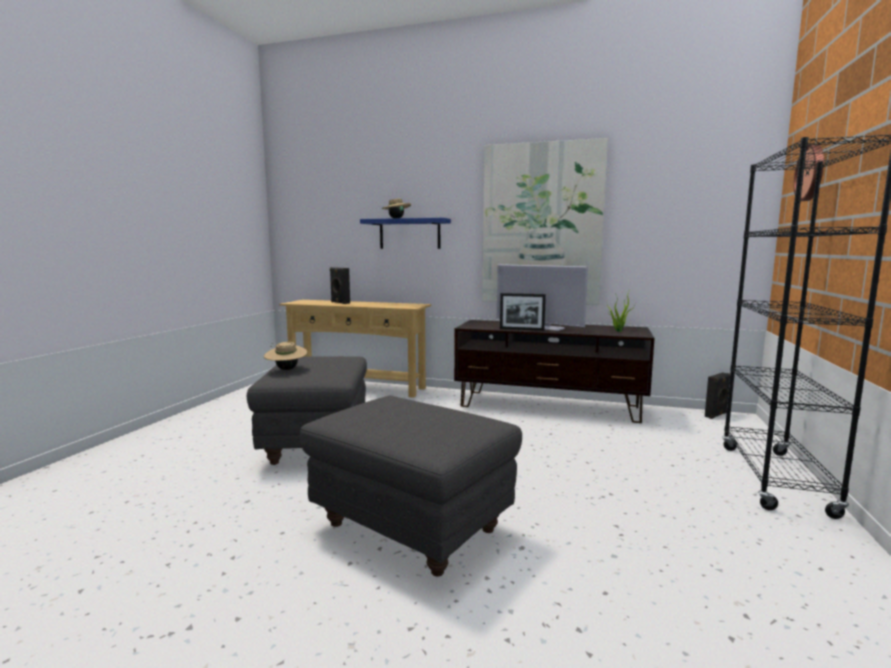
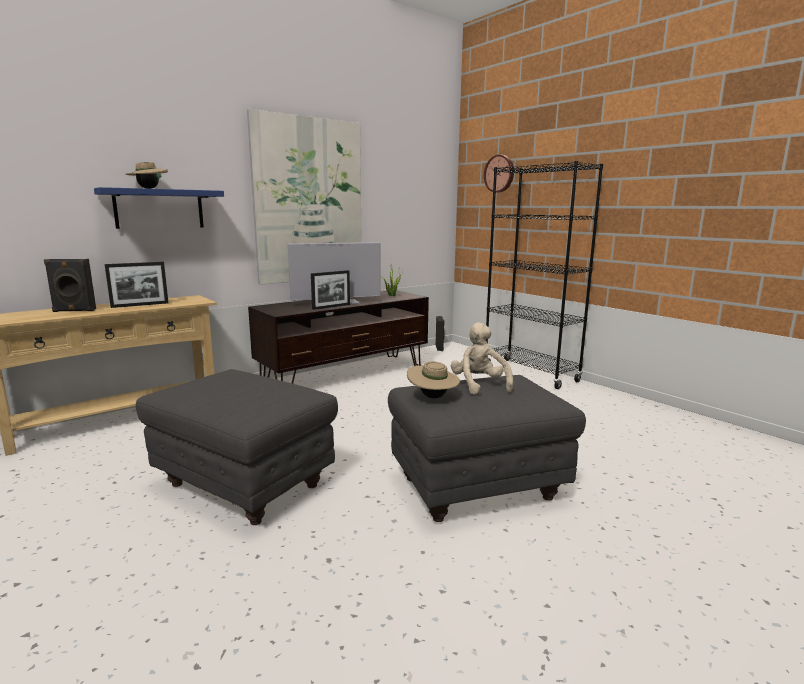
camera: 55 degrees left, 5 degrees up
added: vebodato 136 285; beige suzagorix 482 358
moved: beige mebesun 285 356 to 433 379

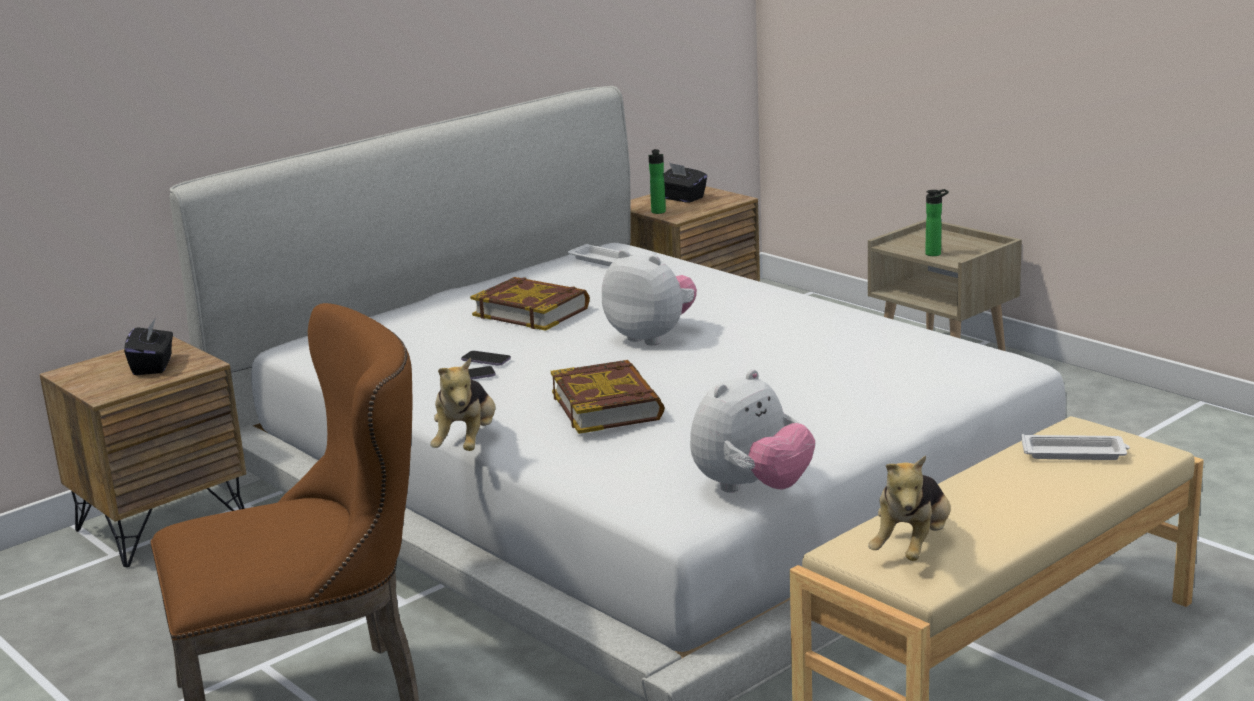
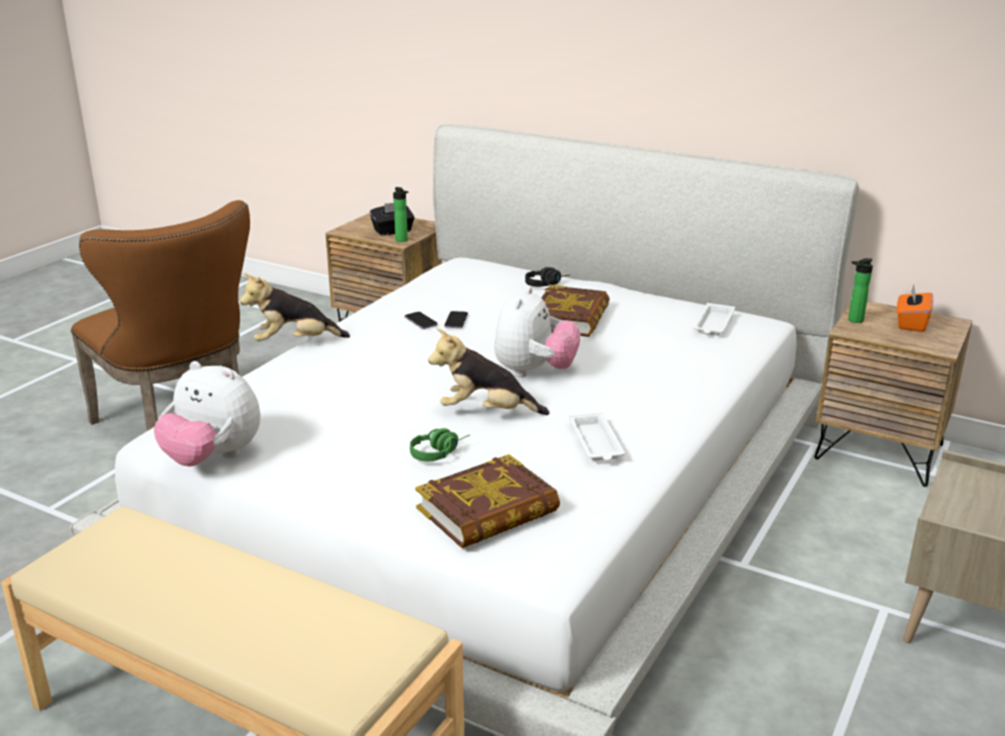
camera: 70 degrees right, 5 degrees up
added: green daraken 440 444; black daraken 546 277
moved: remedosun 608 397 to 487 501; suzagorix 909 508 to 488 372; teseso 937 222 to 400 214; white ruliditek 1075 447 to 597 436
recoloured: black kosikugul 685 183 to orange kosikugul 915 308

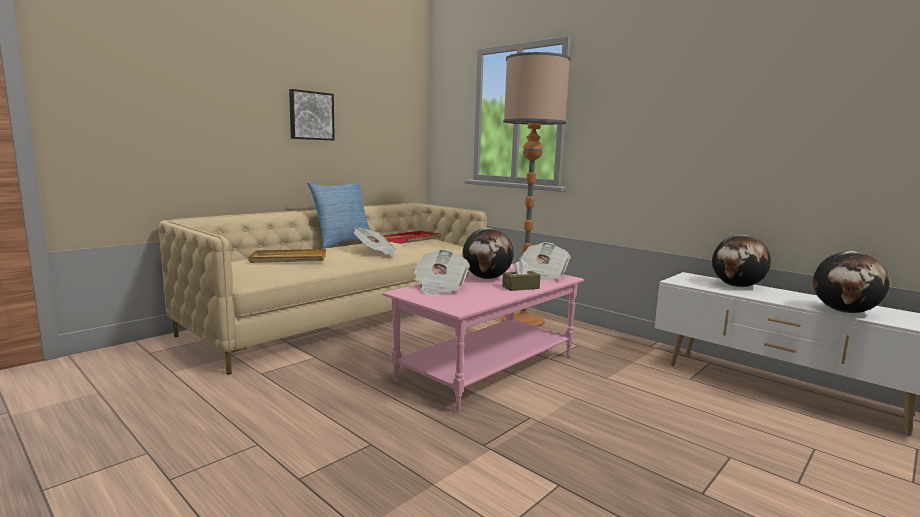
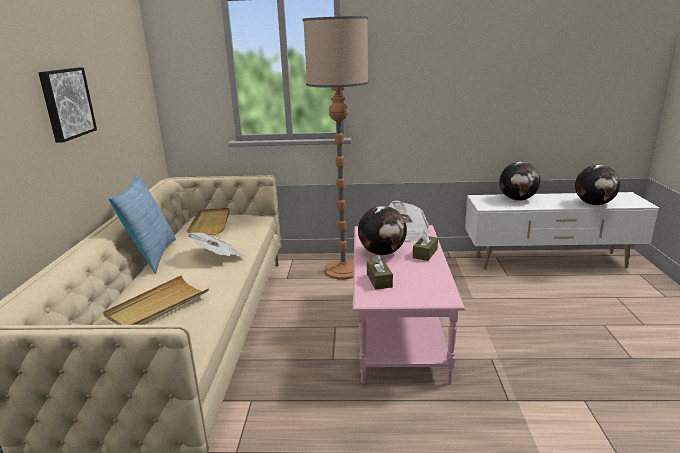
camera: 40 degrees left, 10 degrees up
replaced: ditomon 441 272 to brown kosikugul 380 272
recoloured: red ruliditek 412 237 to beige ruliditek 208 221

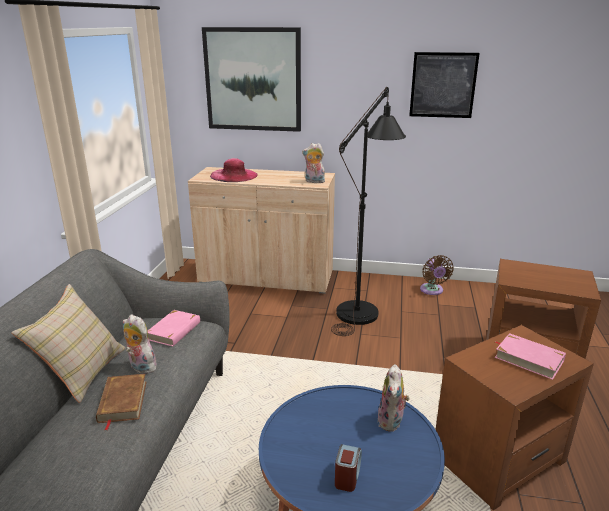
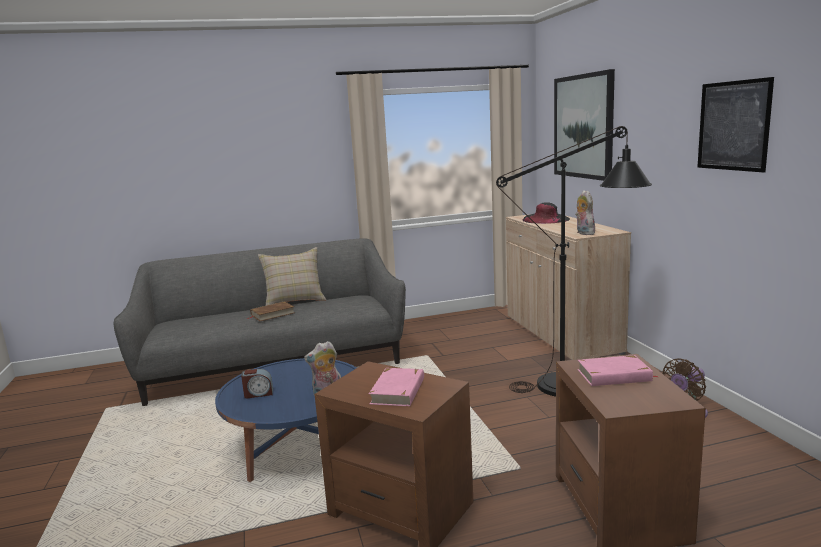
camera: 65 degrees right, 10 degrees down
removed: suzagorix 139 344
moved: pink remedosun 174 328 to 618 370
recoloured: pink mebesun 234 170 to black mebesun 546 213

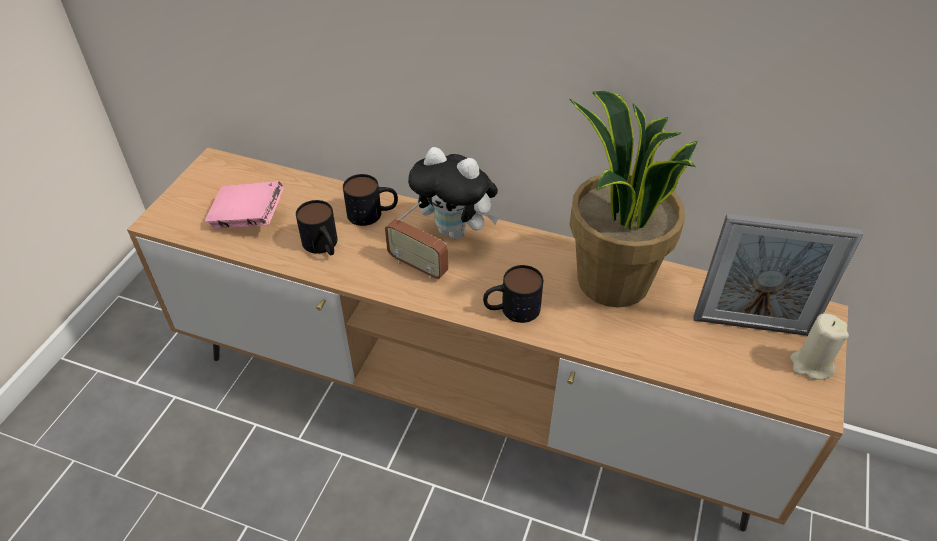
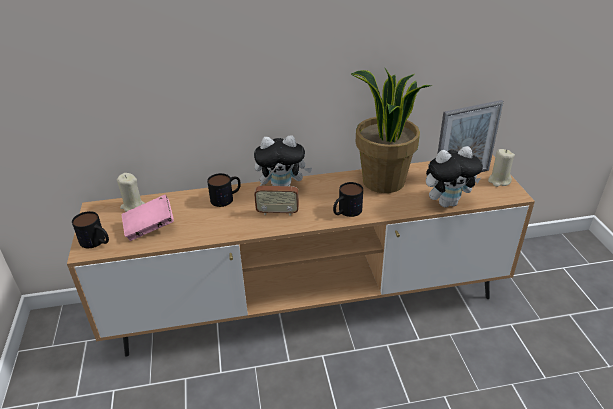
camera: 30 degrees left, 10 degrees down
added: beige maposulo 131 192; suzagorix 454 176
moved: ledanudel 317 227 to 90 229

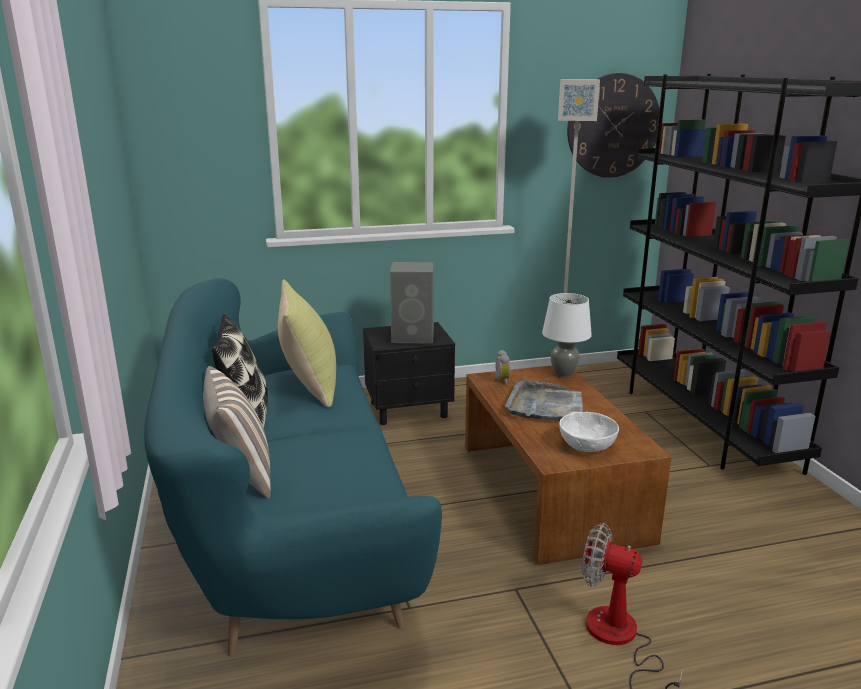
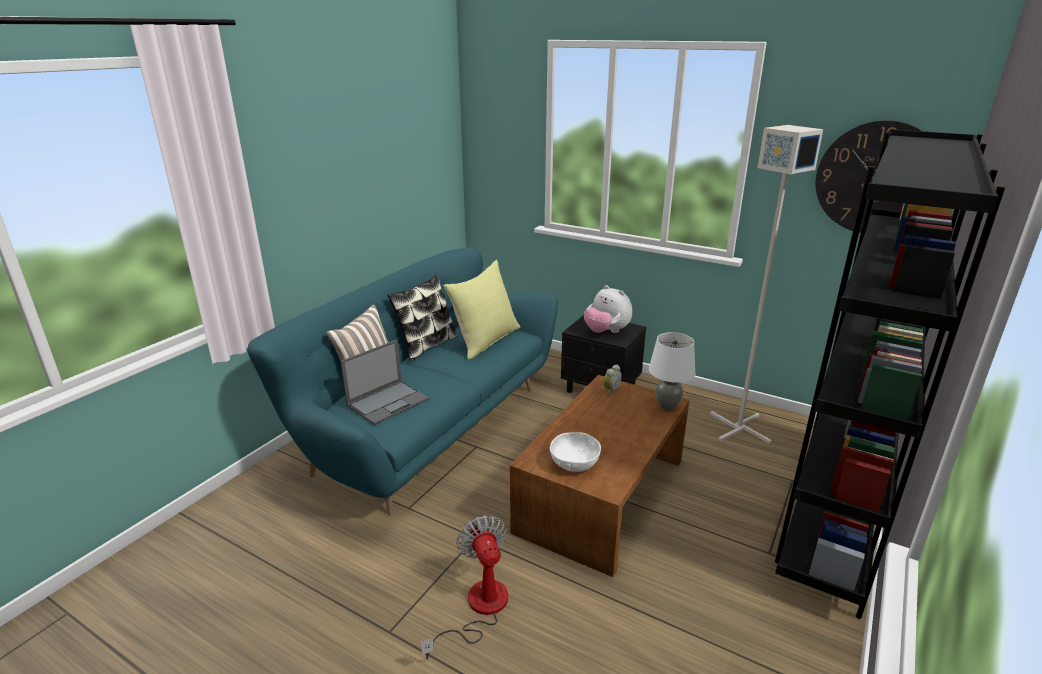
camera: 45 degrees right, 5 degrees up
removed: grey ruliditek 544 400
added: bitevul 385 382
replaced: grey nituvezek 412 303 to suzagorix 608 309

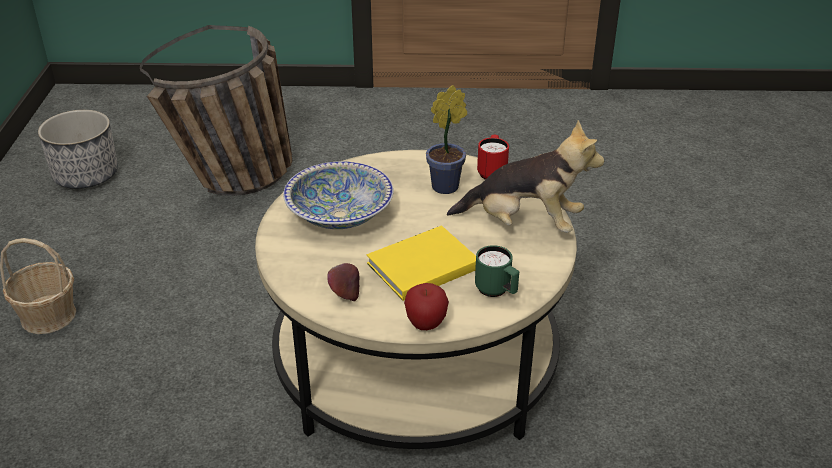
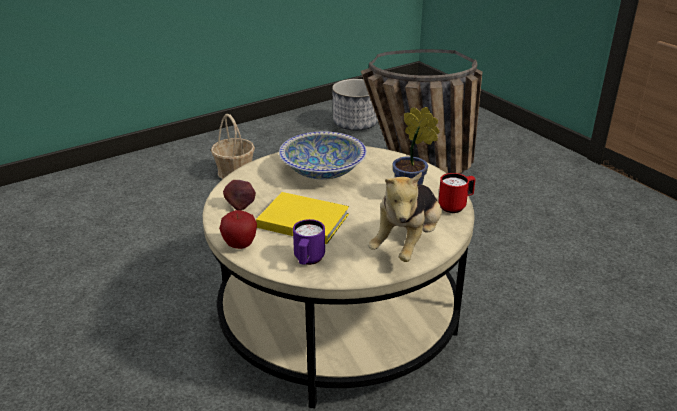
camera: 55 degrees right, 5 degrees down
recoloured: green ledanudel 497 271 to purple ledanudel 309 242
turned: suzagorix 525 176 = 405 217 45 degrees clockwise

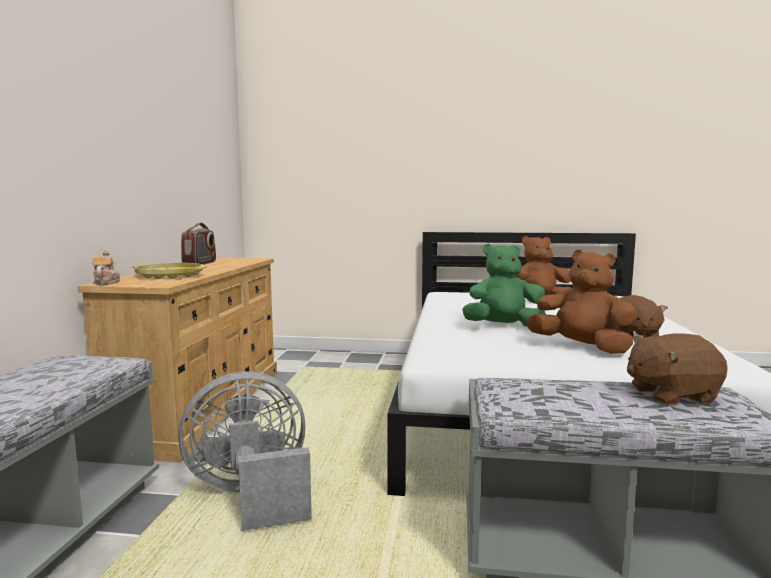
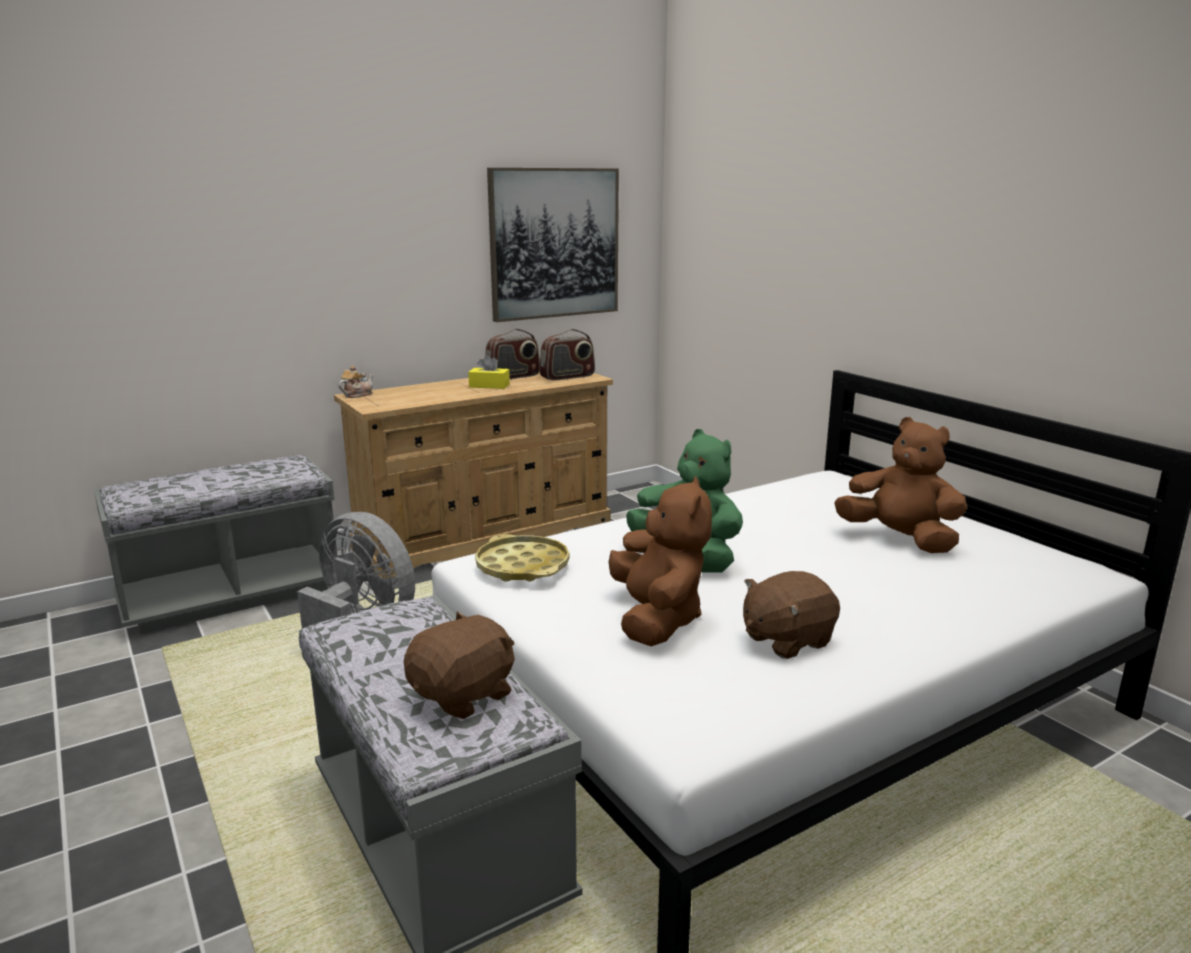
camera: 50 degrees right, 10 degrees up
added: yellow kosikugul 489 372; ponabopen 553 245; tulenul 567 355
moved: yellow ruliditek 169 271 to 522 558
turned: brown suzagorix 677 369 = 459 665 90 degrees clockwise

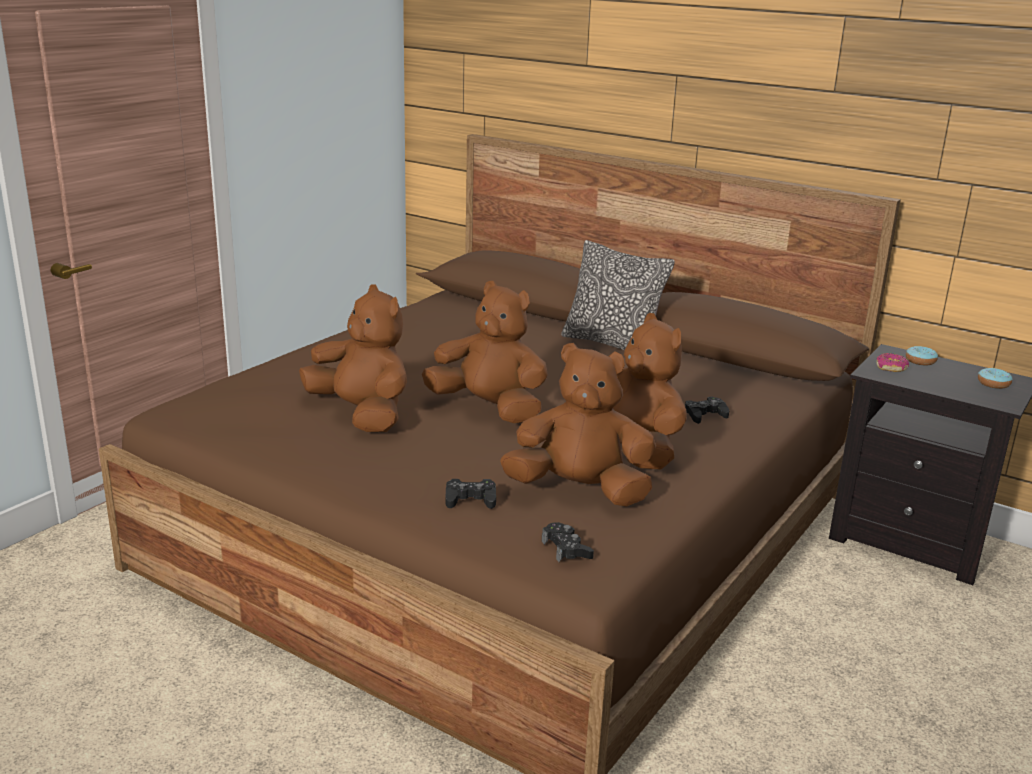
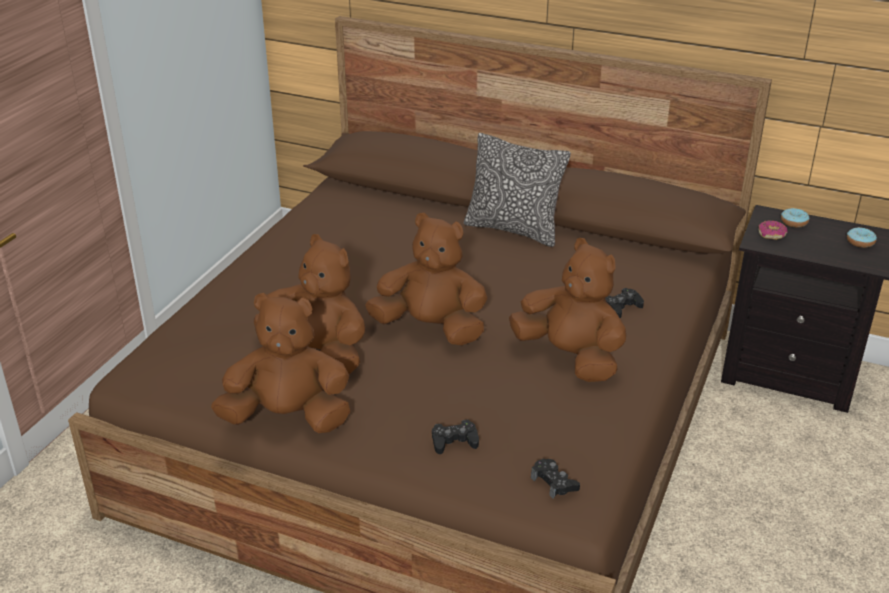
camera: 10 degrees left, 10 degrees up
moved: brown suzagorix 578 424 to 280 363

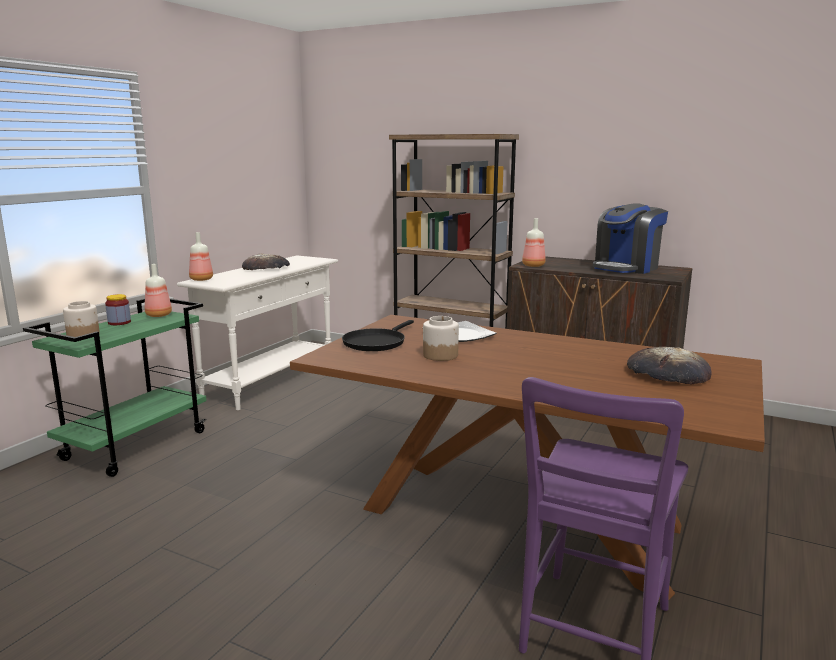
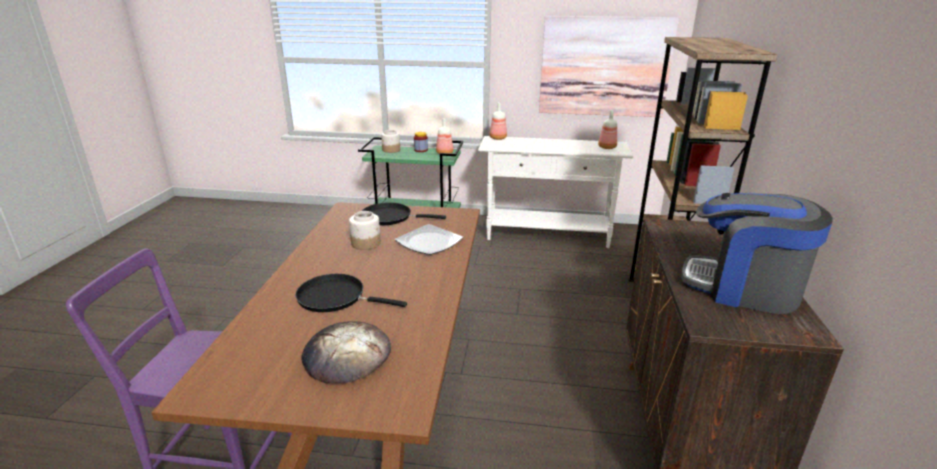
camera: 70 degrees right, 10 degrees up
removed: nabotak 266 261
added: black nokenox 351 293; ponabopen 609 66
moved: teseso 534 242 to 607 129

